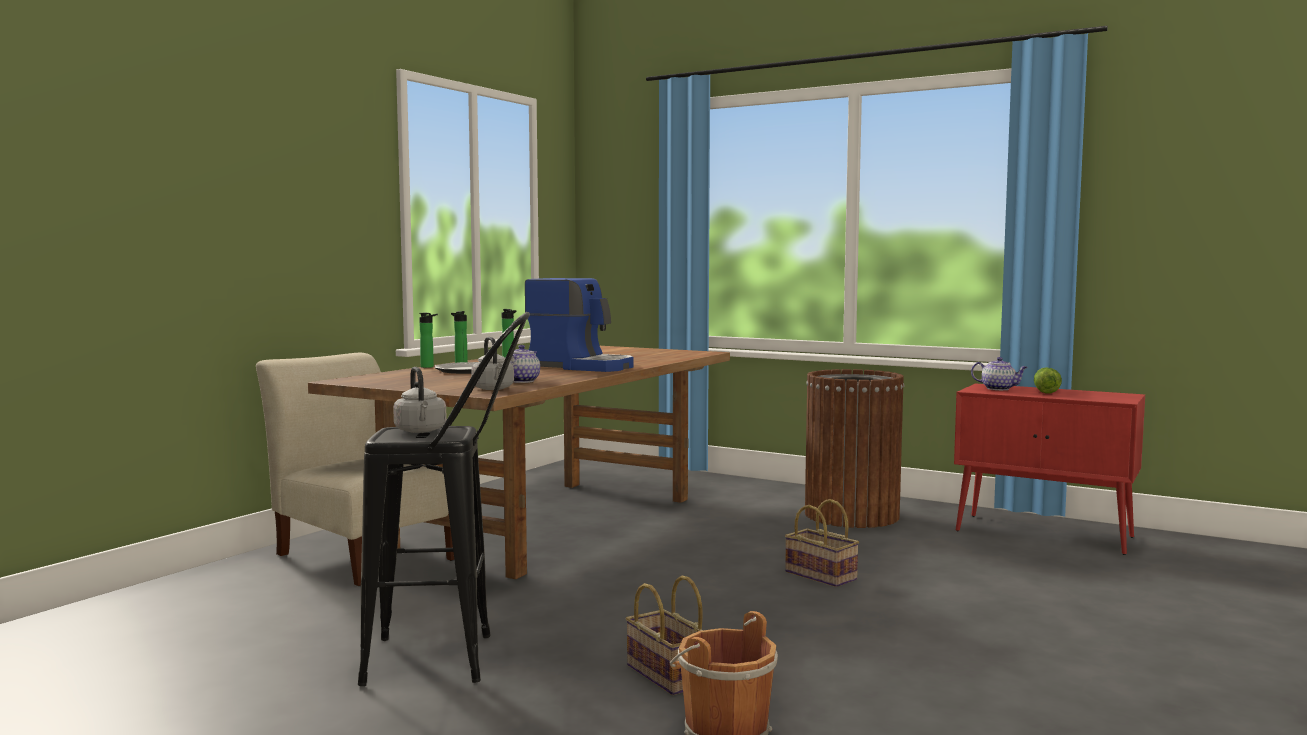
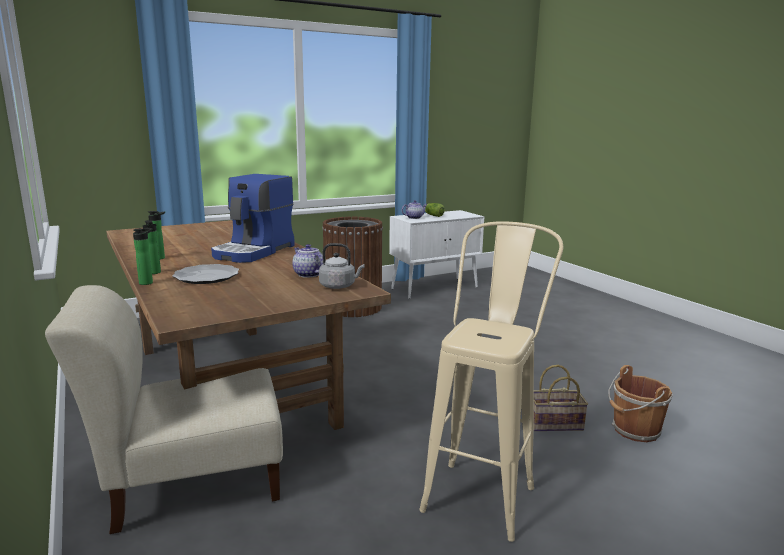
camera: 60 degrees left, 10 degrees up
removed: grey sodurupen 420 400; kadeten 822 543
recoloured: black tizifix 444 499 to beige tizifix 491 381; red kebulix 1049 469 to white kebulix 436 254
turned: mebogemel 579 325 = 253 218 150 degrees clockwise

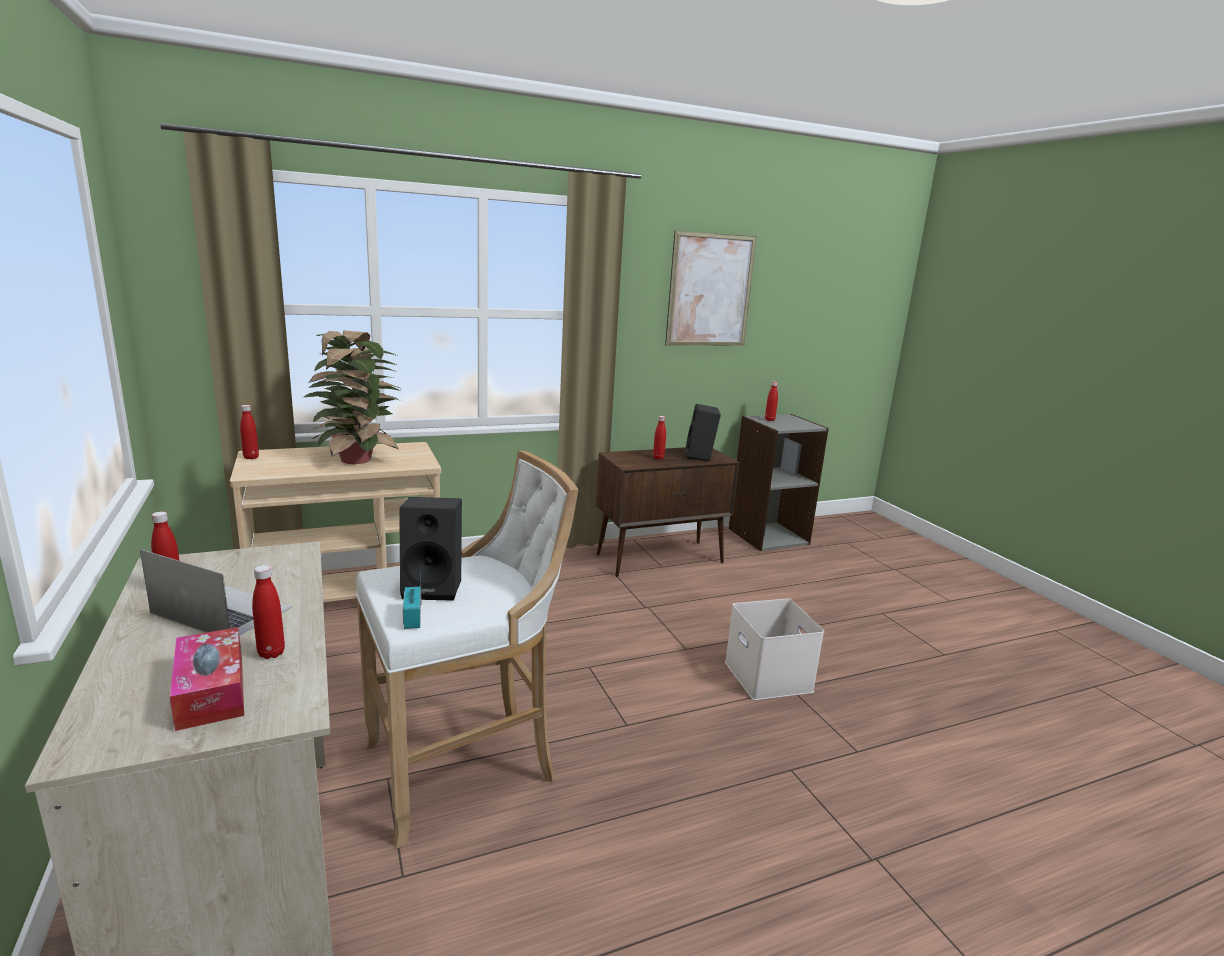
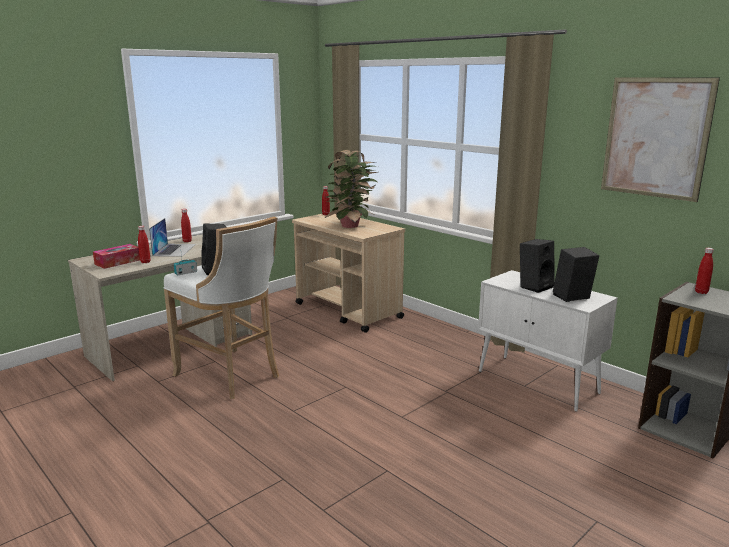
camera: 70 degrees right, 0 degrees up
removed: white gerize 774 649
replaced: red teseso 659 438 to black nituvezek 537 266
recoloured: brown kebulix 667 512 to white kebulix 548 341

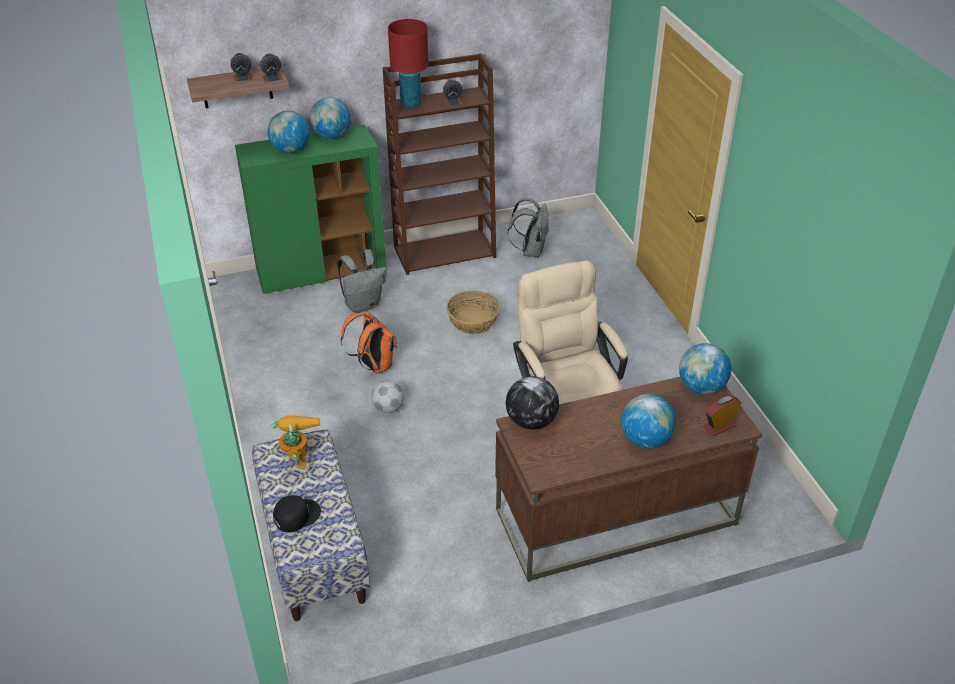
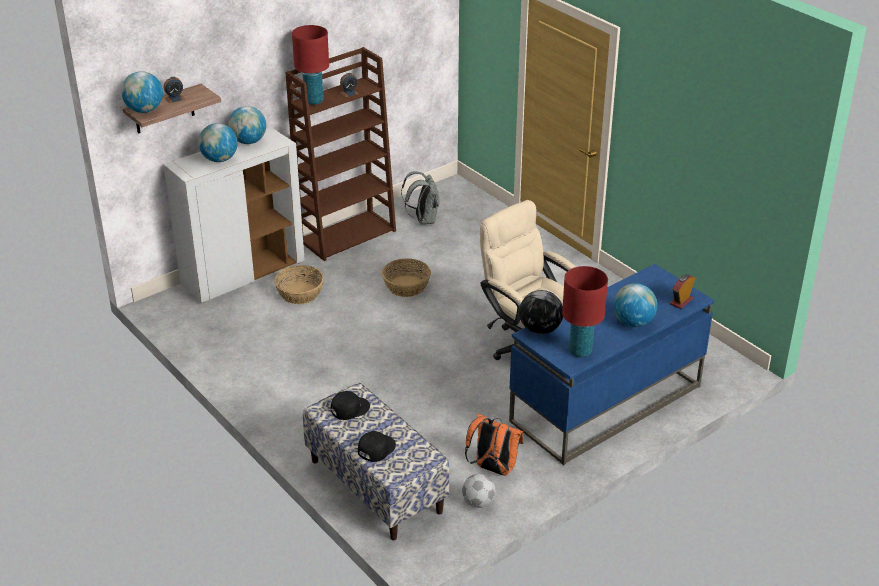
camera: 20 degrees left, 5 degrees down
removed: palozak 271 67
added: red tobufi 585 312
moved: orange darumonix 369 342 to 494 445; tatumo 388 397 to 479 491; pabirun 705 369 to 142 92
replaced: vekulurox 295 443 to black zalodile 350 405; grey darumonix 362 281 to kadeten 299 284
recoloured: green kebulix 310 209 to white kebulix 234 215; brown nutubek 628 479 to blue nutubek 612 364

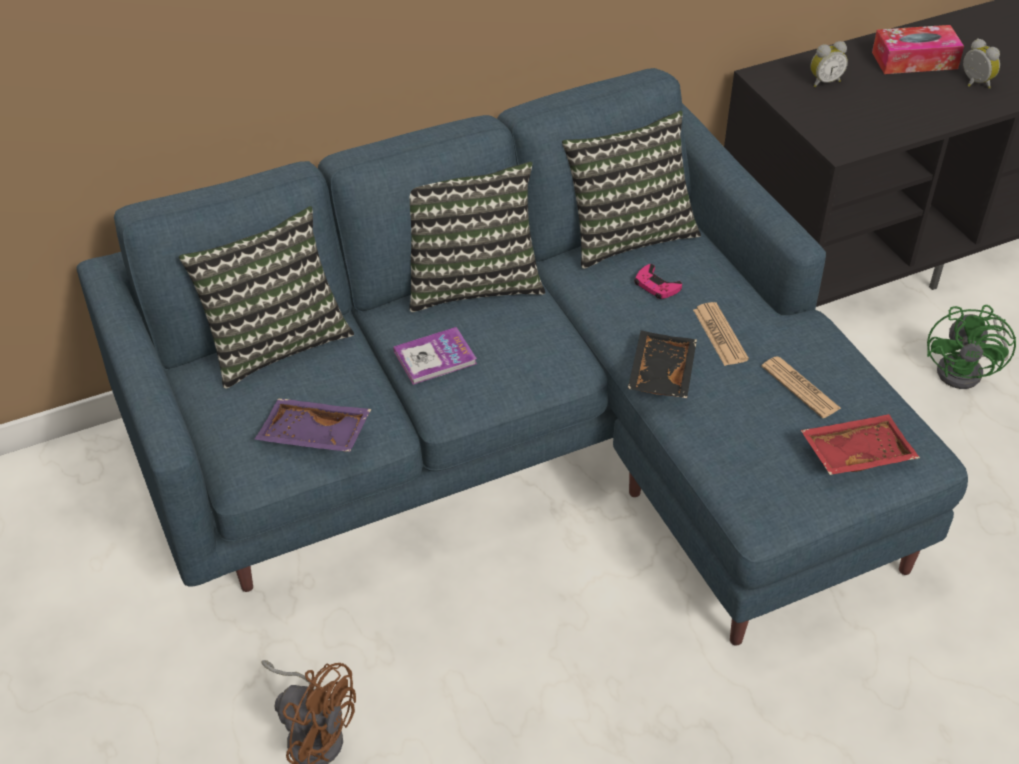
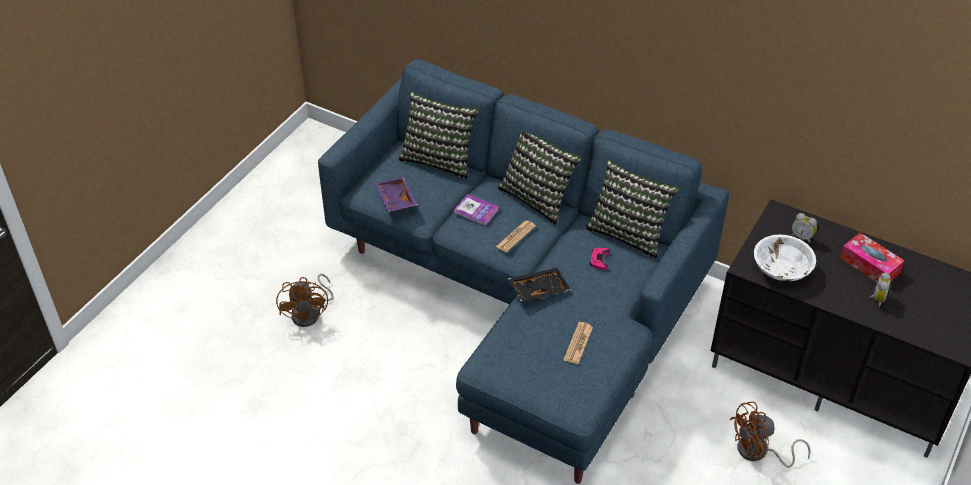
camera: 55 degrees right, 0 degrees up
removed: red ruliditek 860 444
added: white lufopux 785 257
moved: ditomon 721 334 to 516 237
recoloured: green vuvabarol 971 347 to brown vuvabarol 770 434

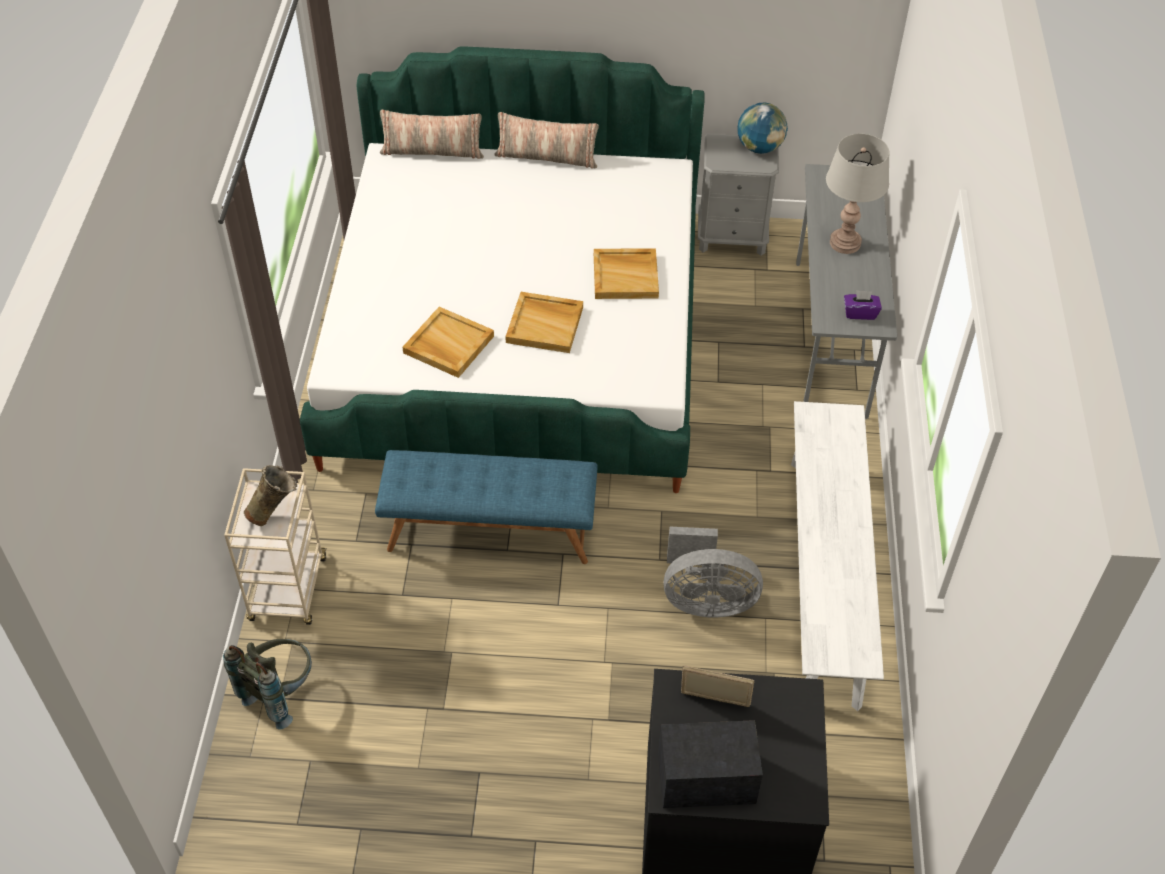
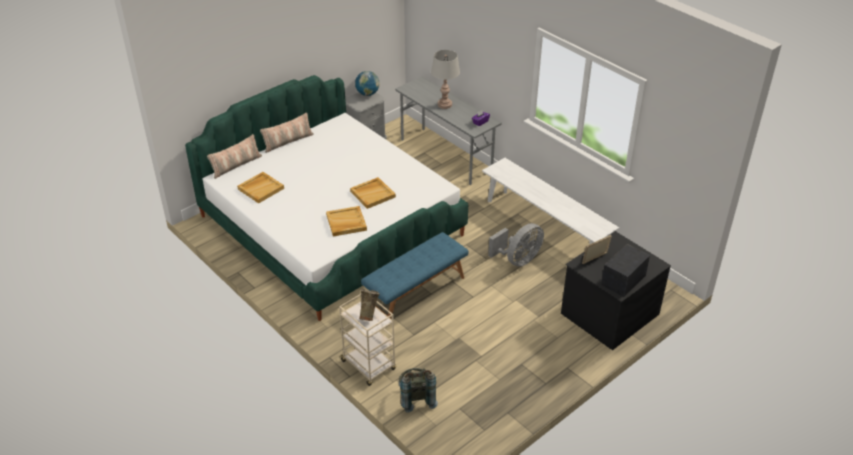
camera: 45 degrees left, 10 degrees down
moved: beige ruliditek 626 273 to 260 187

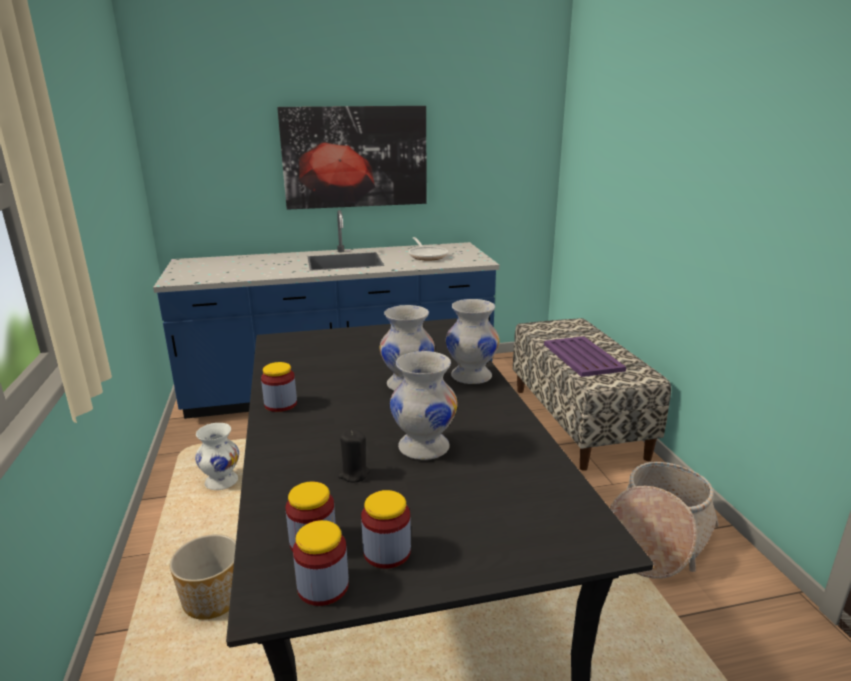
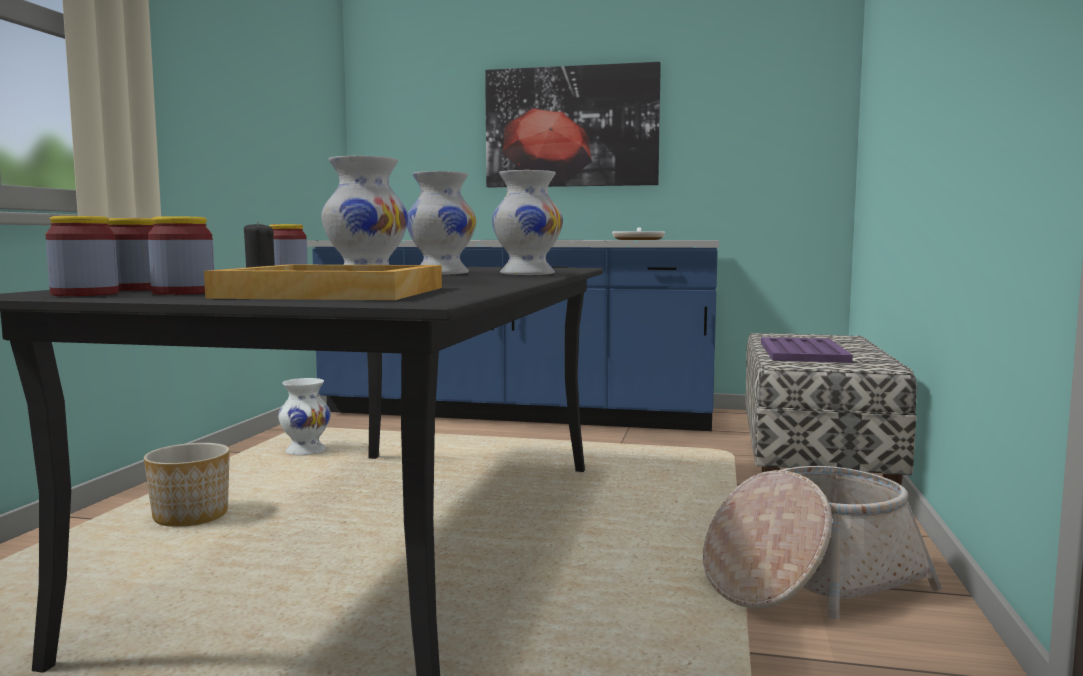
camera: 25 degrees right, 15 degrees down
added: beige ruliditek 323 282

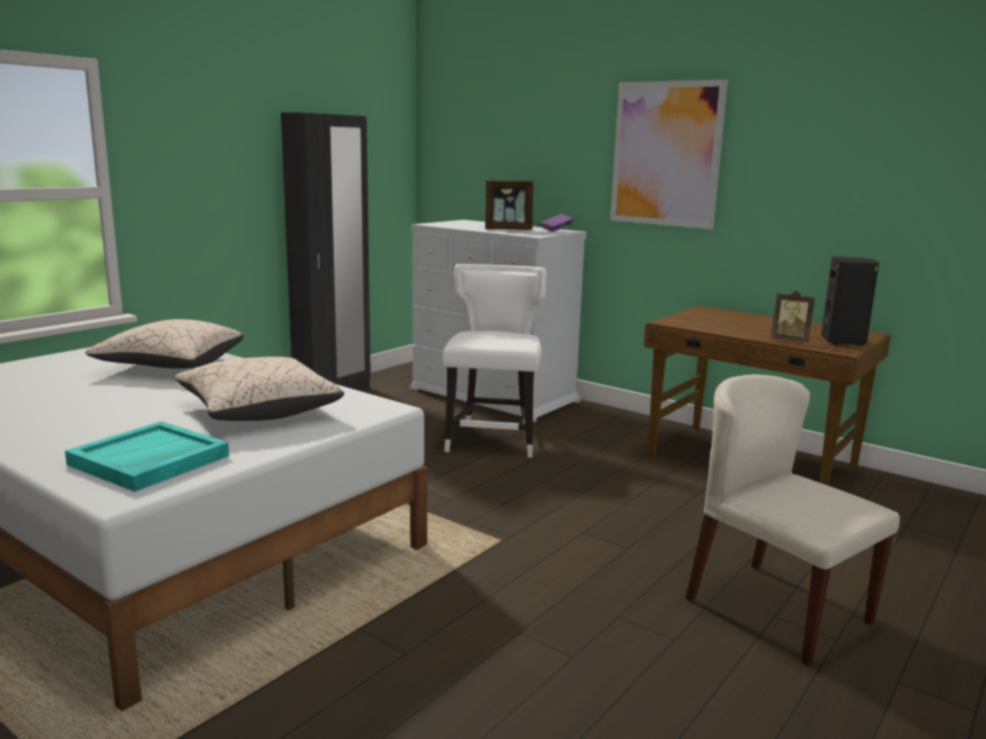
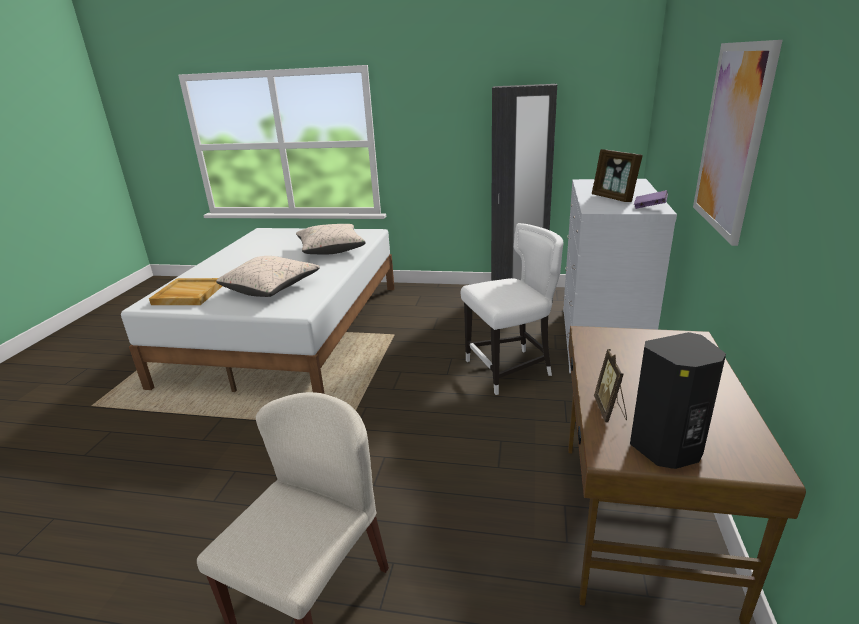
camera: 65 degrees right, 10 degrees up
recoloured: turquoise ruliditek 147 456 to beige ruliditek 185 291

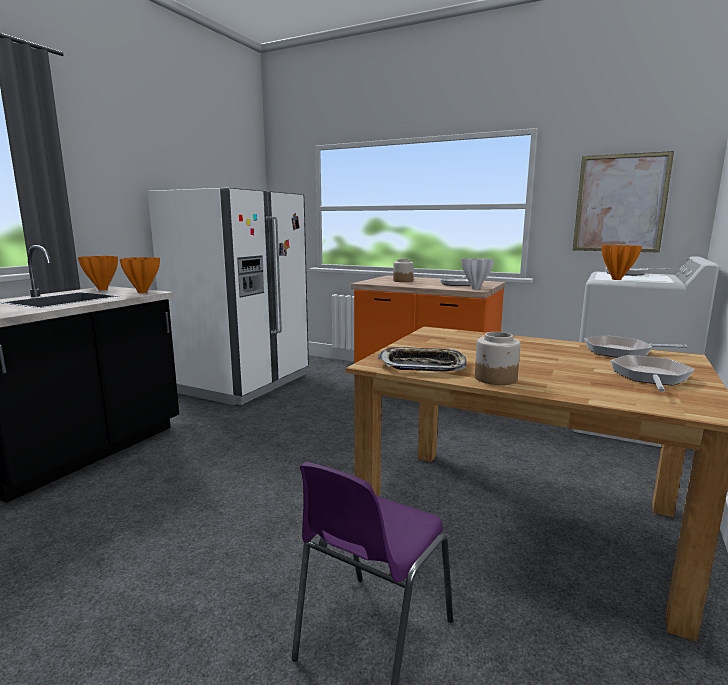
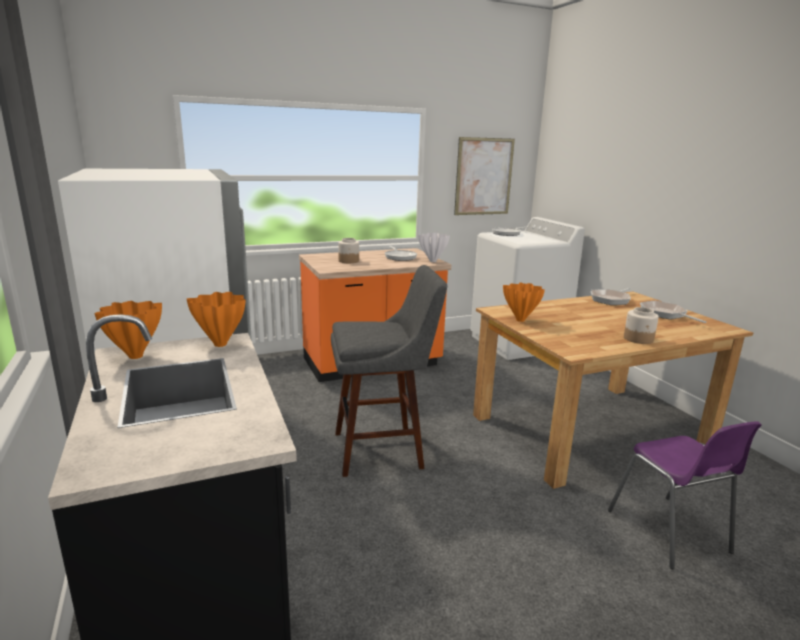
camera: 50 degrees left, 5 degrees up
removed: ruliditek 422 359
added: grey tizifix 389 371
moved: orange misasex 622 262 to 524 302

